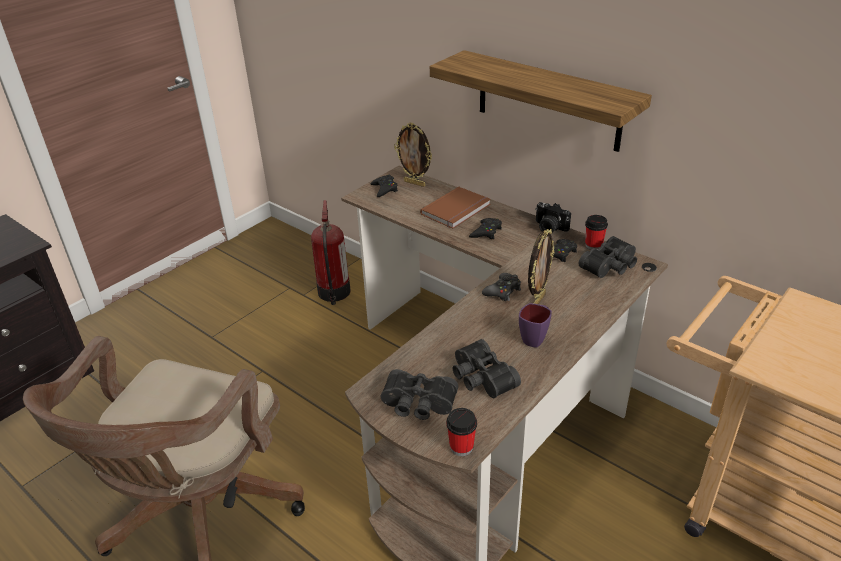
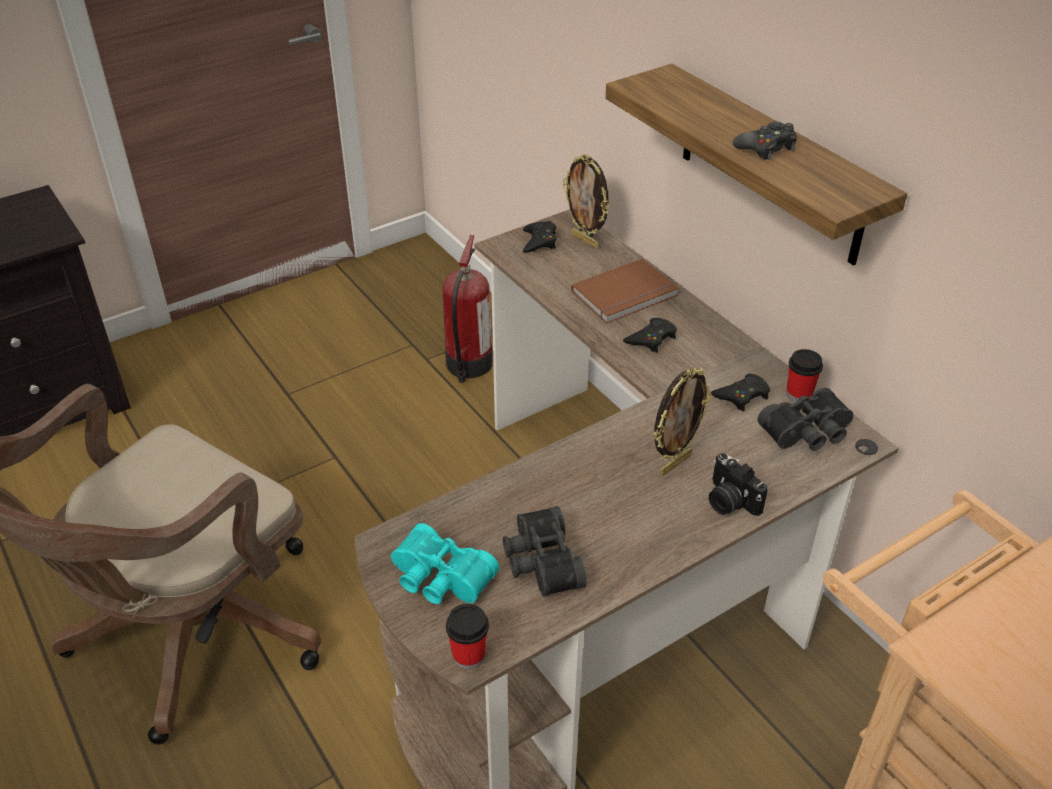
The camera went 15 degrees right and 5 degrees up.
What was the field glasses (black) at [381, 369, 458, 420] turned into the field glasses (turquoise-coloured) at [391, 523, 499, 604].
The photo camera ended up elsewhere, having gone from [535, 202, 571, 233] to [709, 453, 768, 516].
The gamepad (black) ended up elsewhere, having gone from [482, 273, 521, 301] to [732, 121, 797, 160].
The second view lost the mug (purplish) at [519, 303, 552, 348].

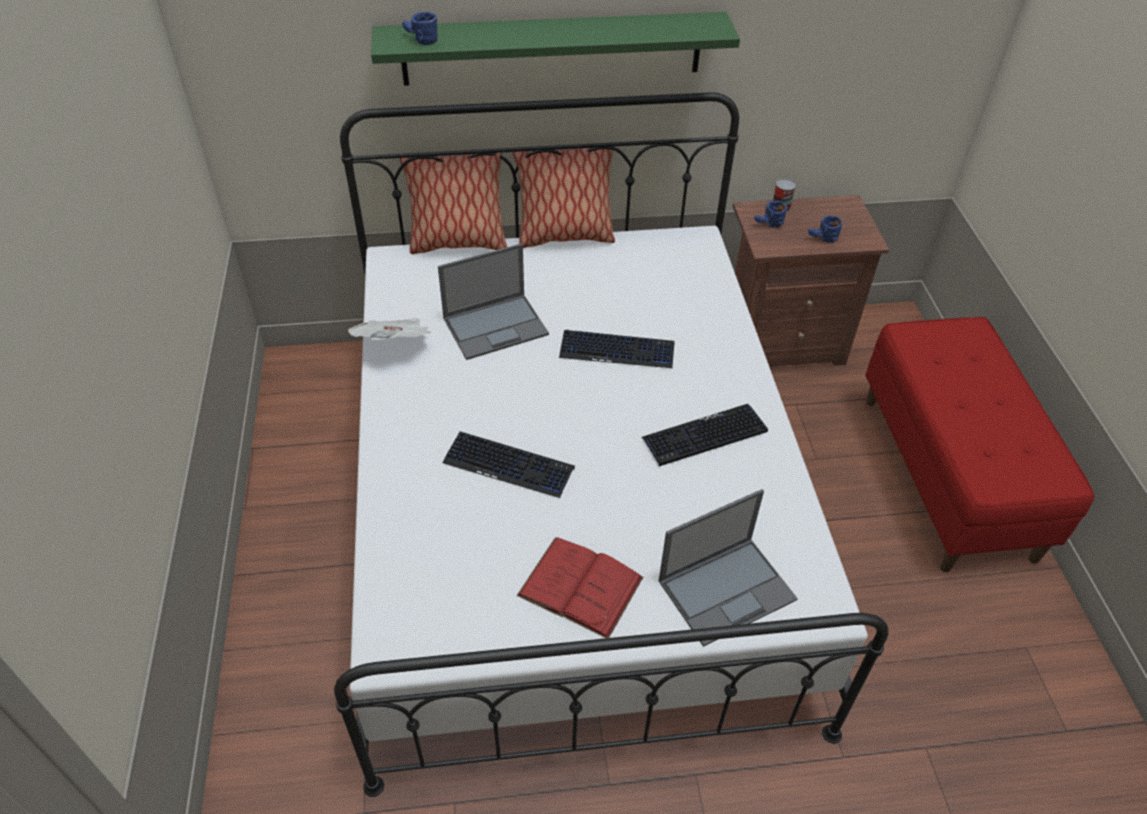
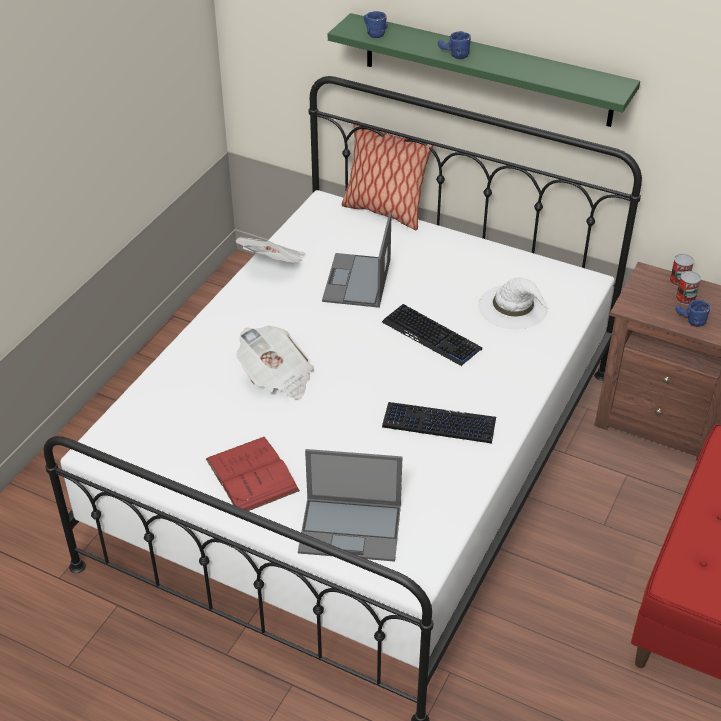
The camera went 35 degrees right and 5 degrees down.
Where the keyboard stood at [443, 431, 575, 498], the daily paper came to stand at [236, 326, 314, 400].
The portable computer at [438, 243, 549, 360] ended up facing another way, 90 degrees clockwise from before.
The mug (bluish) ended up elsewhere, having gone from [754, 201, 787, 227] to [438, 31, 471, 59].
The second view gained the wearable hat (white) at [478, 278, 550, 329].
The second view gained the sealed can at [676, 271, 701, 305].
The second view lost the throw pillow at [512, 142, 615, 248].

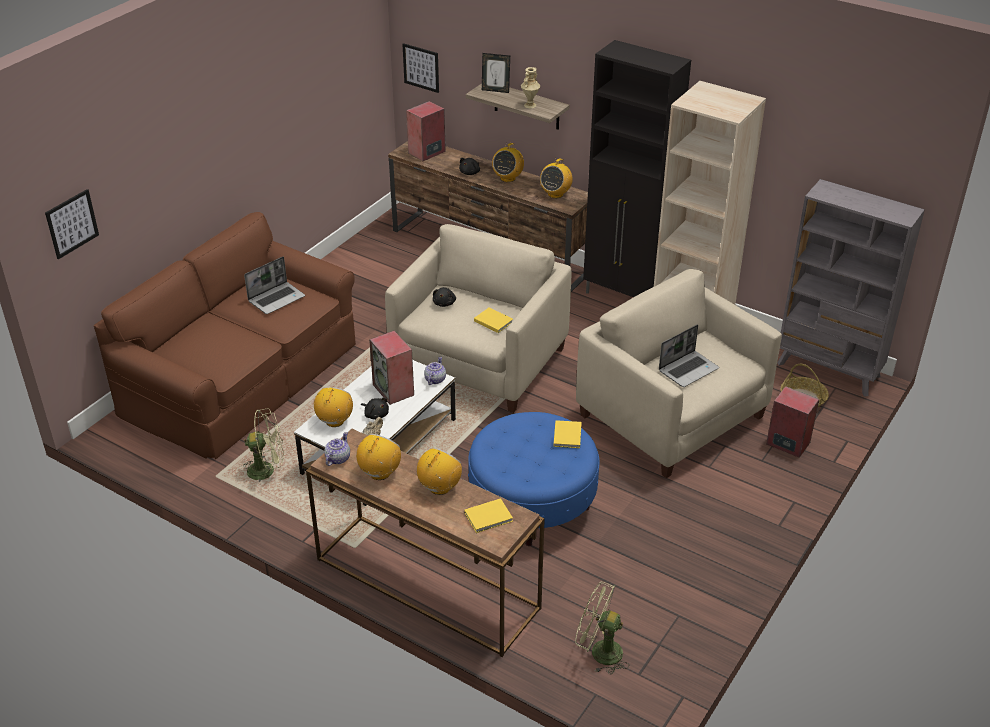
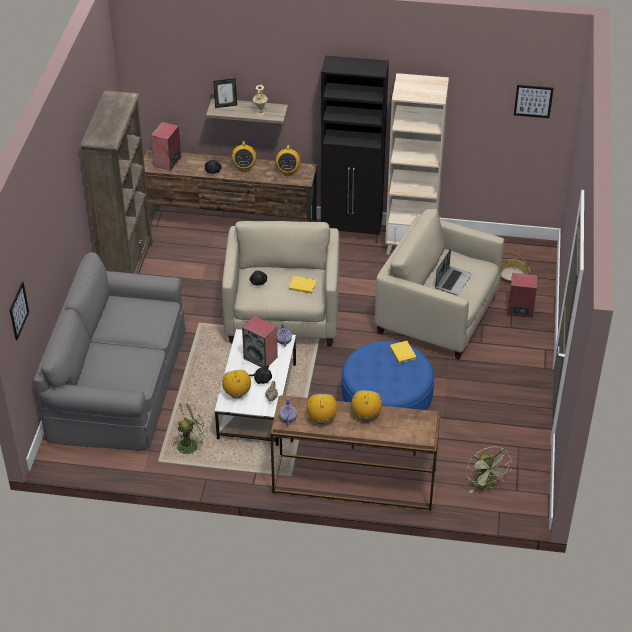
The camera went 25 degrees left and 5 degrees up.
What was the sofa (brown-coloured) at [94, 212, 356, 459] turned into the sofa (gray) at [34, 252, 185, 451].
The second view gained the bookshelf (brown-coloured) at [80, 91, 153, 274].
The electric fan (green-coloured) at [575, 582, 629, 675] ended up facing another way, 105 degrees counterclockwise from before.
The wall picture ended up elsewhere, having gone from [402, 43, 439, 93] to [514, 85, 554, 118].
The second view lost the portable computer at [244, 257, 305, 314].
The second view lost the book (yellow-coloured) at [464, 498, 513, 533].
The second view lost the bookshelf (gray) at [777, 179, 925, 397].

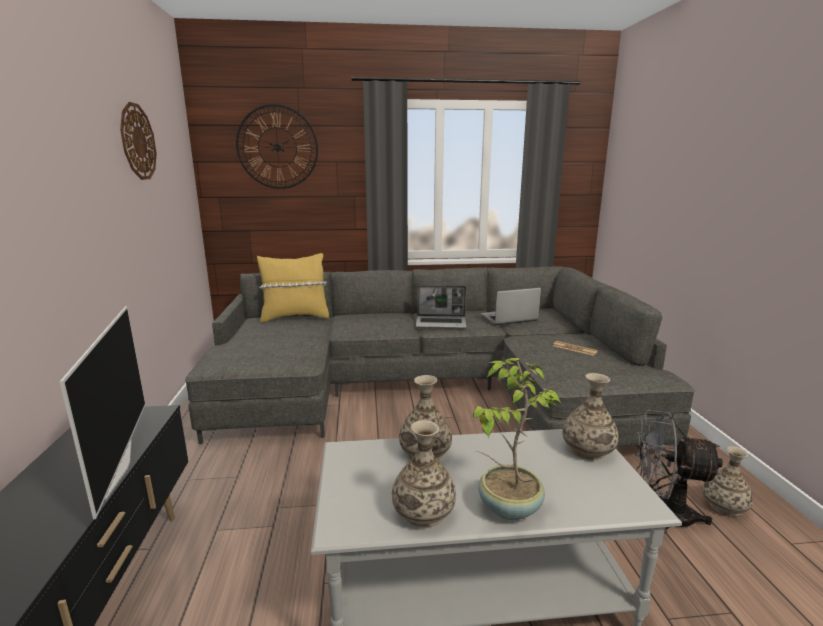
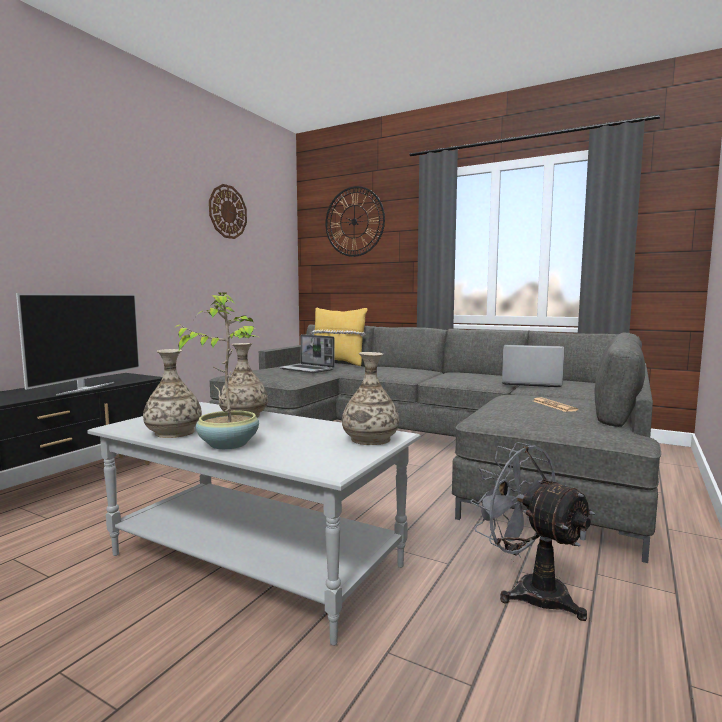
The camera went 35 degrees right and 10 degrees down.
The portable computer ended up elsewhere, having gone from [416, 285, 467, 328] to [279, 334, 335, 373].
The second view lost the flower vase at [703, 446, 753, 517].

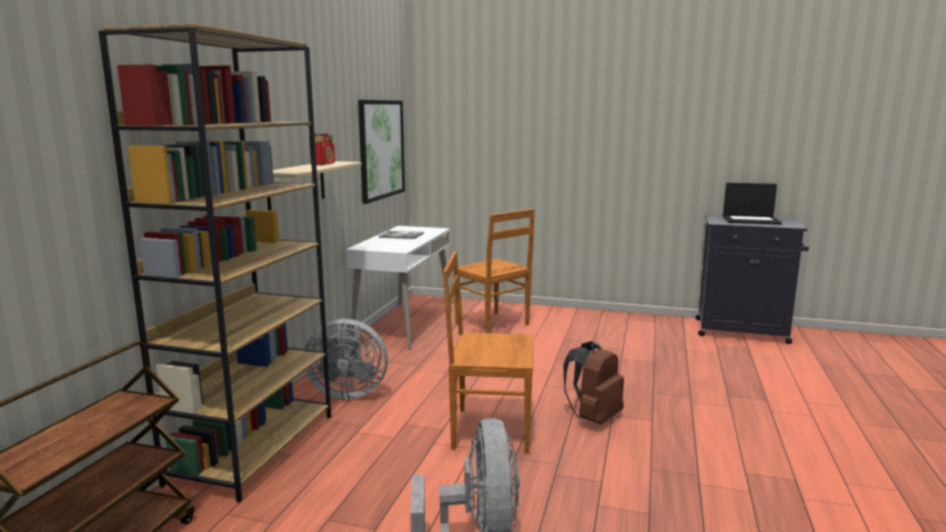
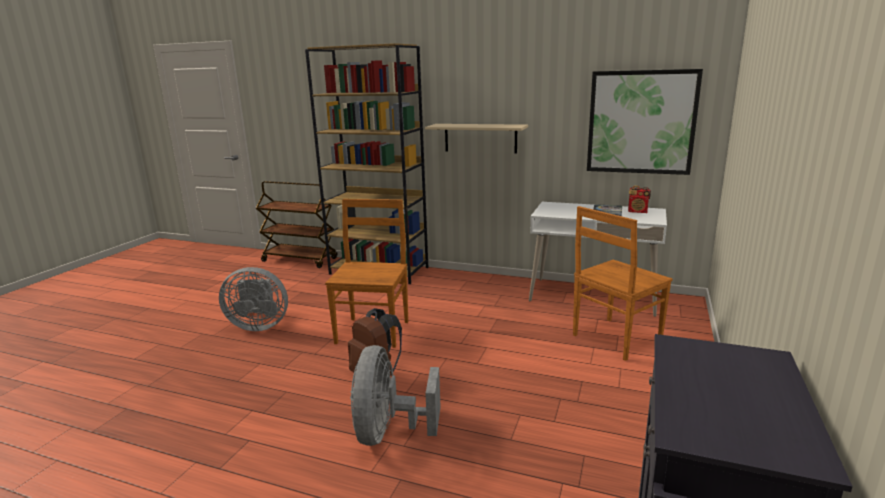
The camera went 95 degrees right and 5 degrees up.
The electric fan (gray) ended up elsewhere, having gone from [305, 319, 388, 399] to [350, 345, 441, 446].
The radio ended up elsewhere, having gone from [309, 132, 335, 165] to [628, 186, 651, 213].
The second view lost the portable computer at [723, 183, 782, 225].

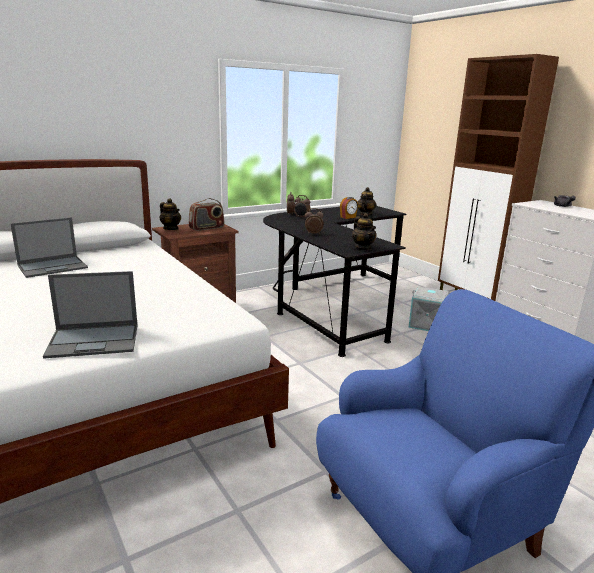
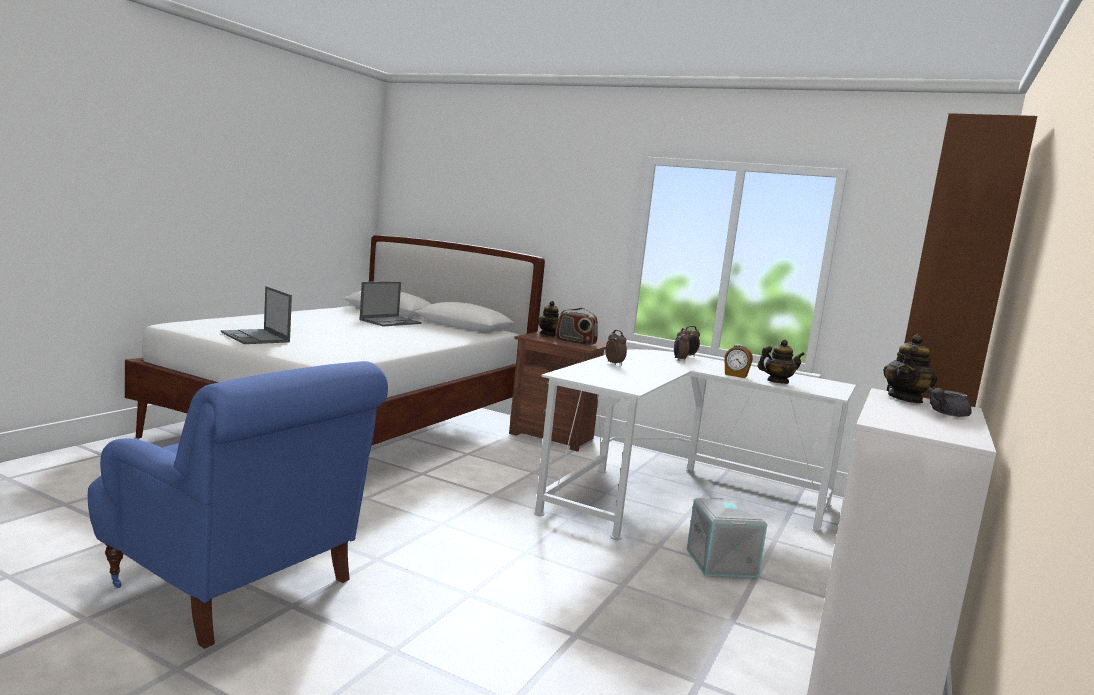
The camera went 60 degrees right and 10 degrees down.
The portable computer at [10, 217, 88, 278] ended up facing another way, 75 degrees counterclockwise from before.
What was the desk (black) at [263, 206, 407, 357] turned into the desk (white) at [534, 349, 856, 540].
The teapot ended up elsewhere, having gone from [352, 213, 377, 250] to [883, 334, 937, 403].

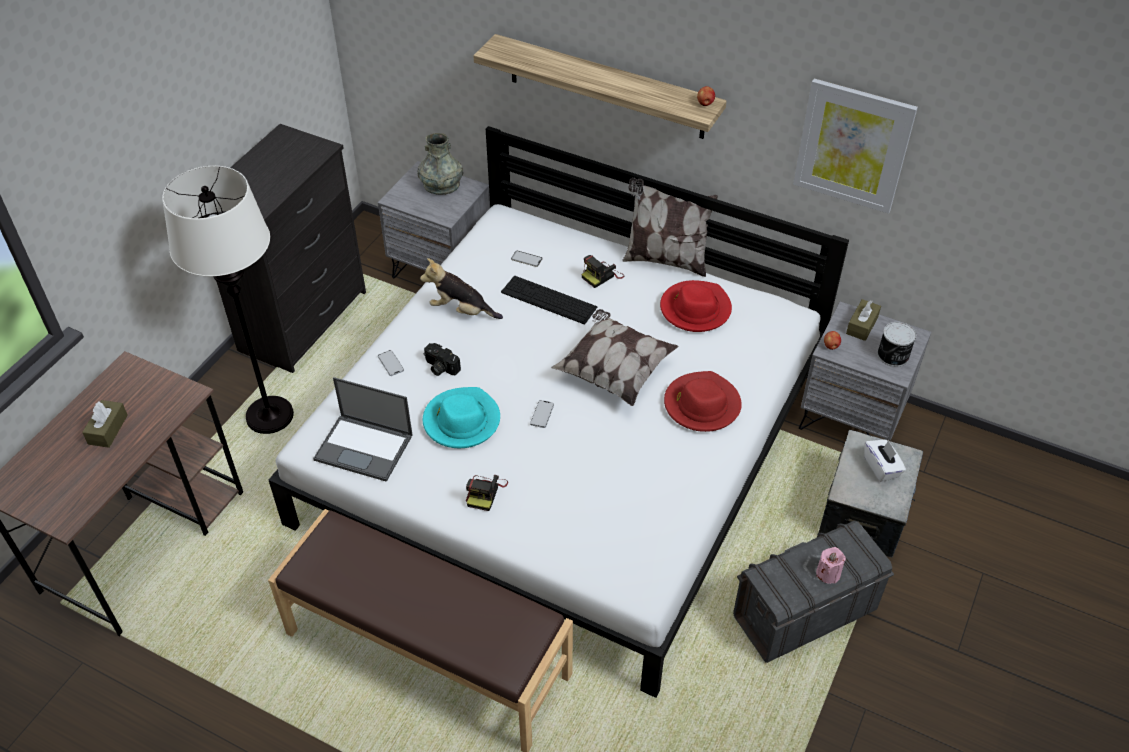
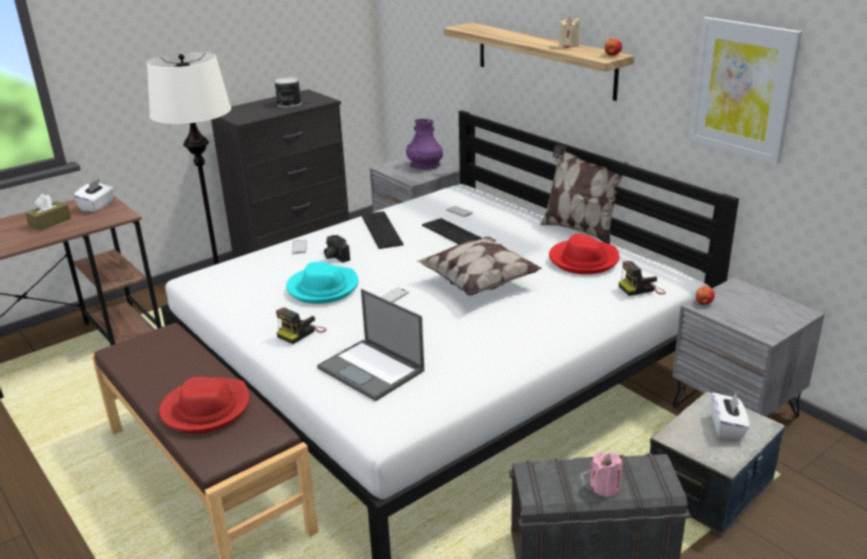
The camera went 25 degrees right and 20 degrees down.
The second view gained the tissue box (white) at [73, 178, 114, 212].
The wearable hat (red-coloured) ended up elsewhere, having gone from [664, 371, 742, 432] to [159, 376, 250, 434].
The sealed can ended up elsewhere, having gone from [877, 322, 916, 367] to [274, 77, 301, 108].
The portable computer ended up elsewhere, having gone from [313, 377, 413, 482] to [317, 289, 424, 401].
Where the plush toy stood at [420, 258, 503, 319], the keyboard came to stand at [361, 211, 404, 249].
What was the flower vase (gray) at [417, 133, 463, 195] turned into the flower vase (purplish) at [406, 119, 443, 169].
The second view gained the wax light (beige) at [559, 16, 579, 48].
The photo camera ended up elsewhere, having gone from [581, 255, 624, 288] to [619, 261, 666, 296].
The second view lost the tissue box (brown-coloured) at [846, 299, 881, 341].

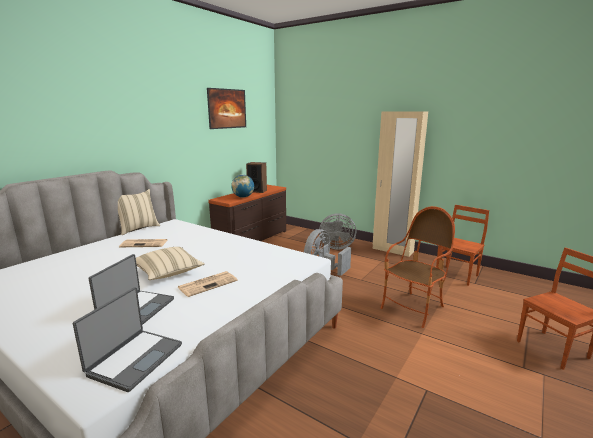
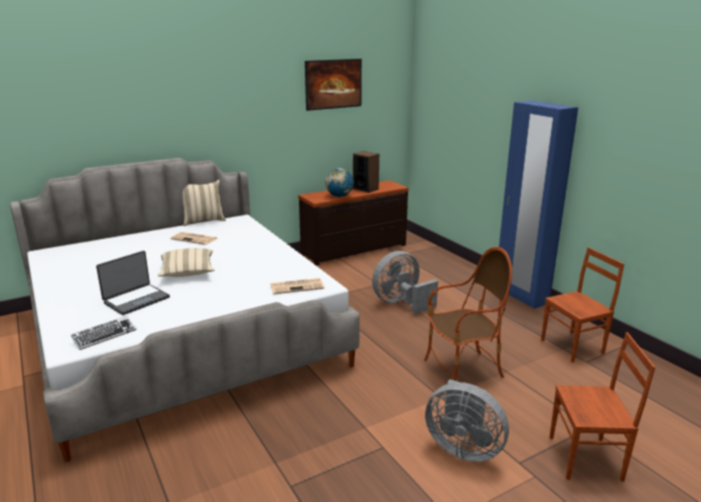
The camera went 25 degrees right and 5 degrees up.
Where the portable computer stood at [73, 287, 182, 392], the keyboard came to stand at [71, 316, 136, 350].
The daily paper ended up elsewhere, having gone from [178, 271, 238, 297] to [270, 278, 324, 294].
The electric fan (gray) ended up elsewhere, having gone from [319, 213, 356, 250] to [425, 379, 509, 462].
What was the wardrobe (beige) at [373, 111, 428, 257] turned into the wardrobe (bluish) at [499, 100, 578, 309].

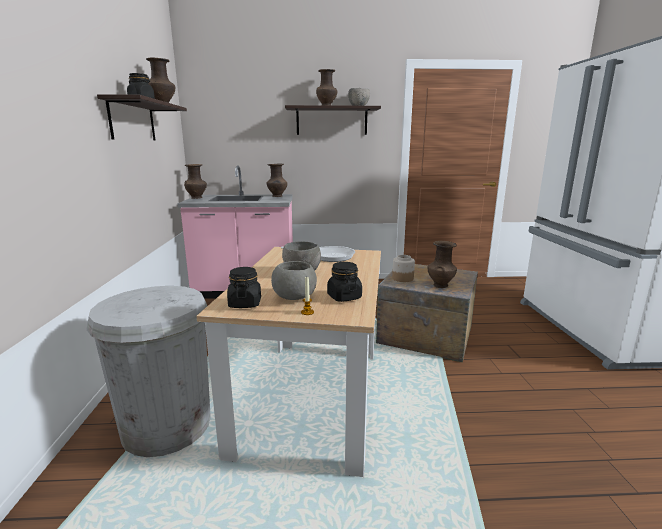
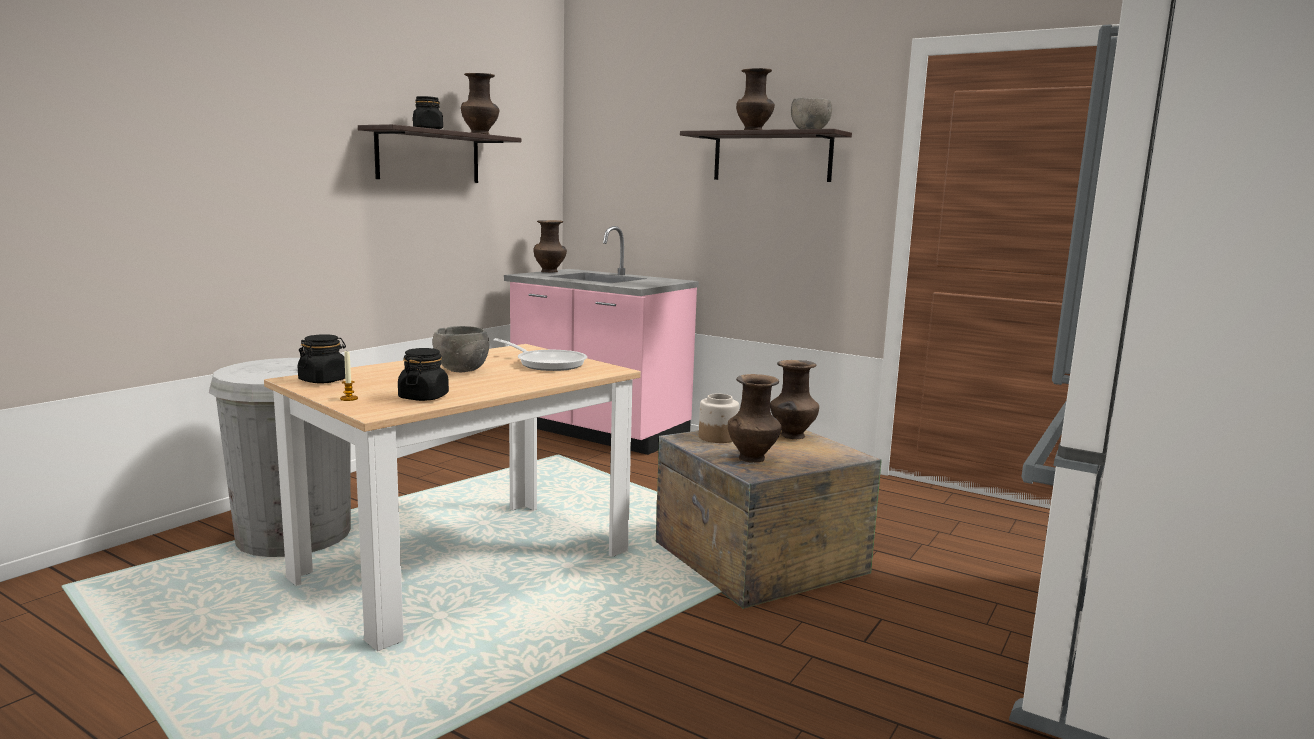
The camera went 35 degrees right and 5 degrees down.
The flower vase (brown-coloured) ended up elsewhere, having gone from [267, 164, 287, 197] to [770, 360, 819, 439].
The second view lost the serving bowl (gray) at [271, 261, 317, 300].

